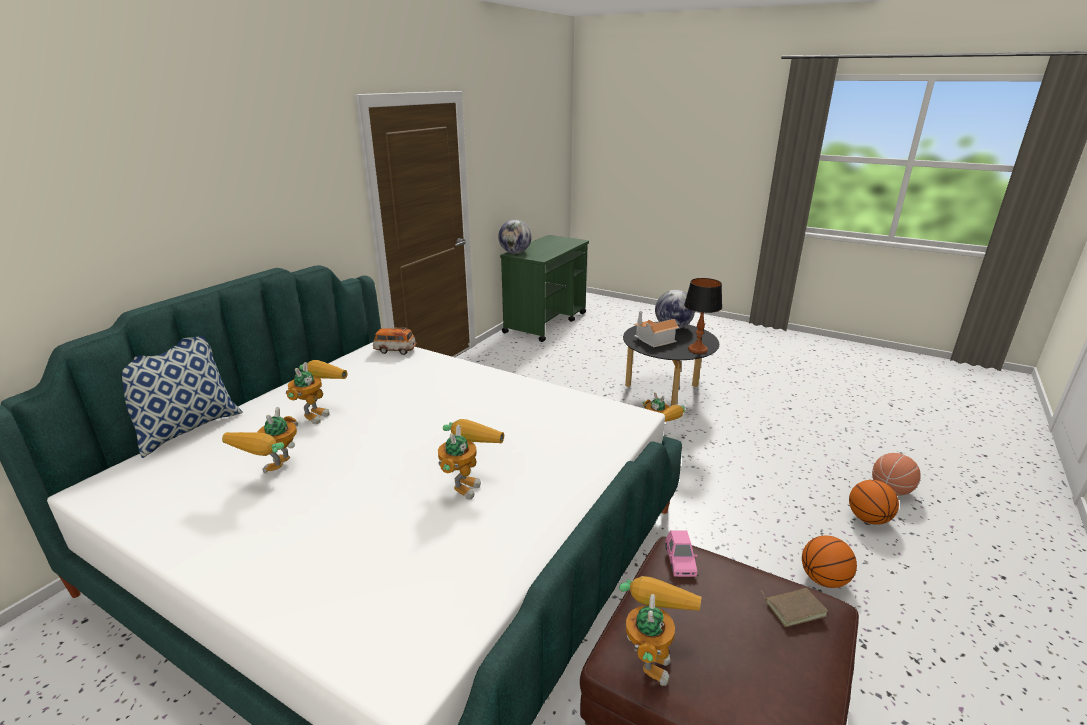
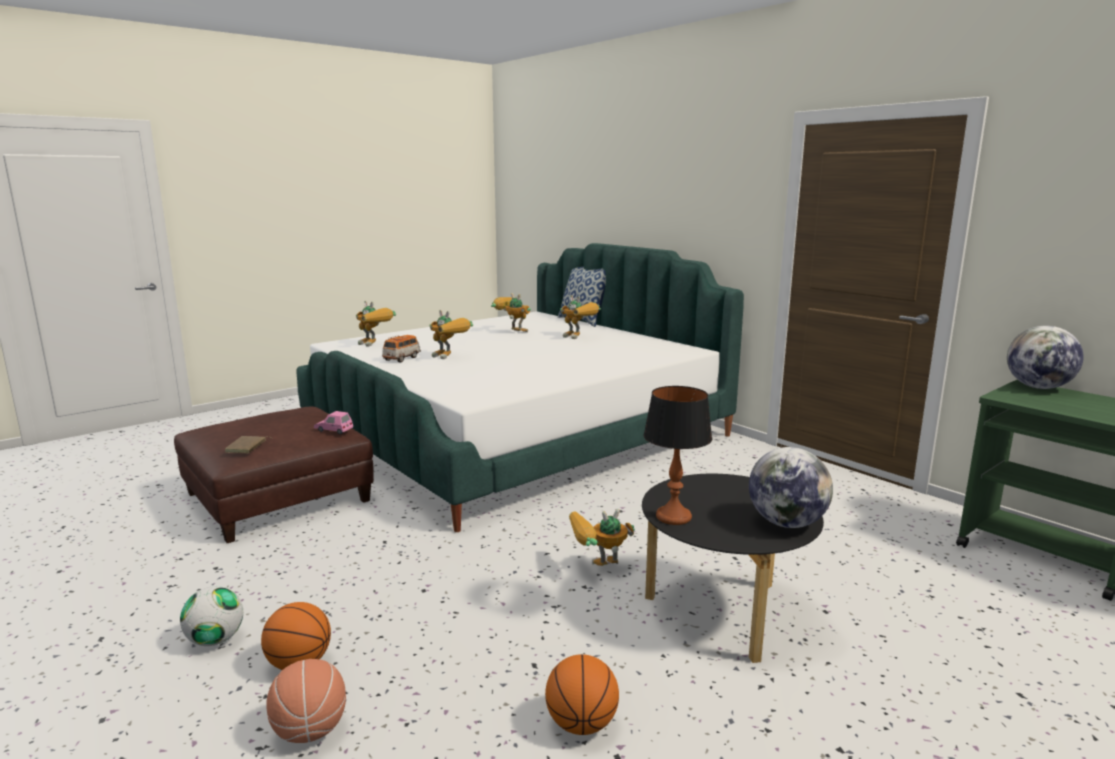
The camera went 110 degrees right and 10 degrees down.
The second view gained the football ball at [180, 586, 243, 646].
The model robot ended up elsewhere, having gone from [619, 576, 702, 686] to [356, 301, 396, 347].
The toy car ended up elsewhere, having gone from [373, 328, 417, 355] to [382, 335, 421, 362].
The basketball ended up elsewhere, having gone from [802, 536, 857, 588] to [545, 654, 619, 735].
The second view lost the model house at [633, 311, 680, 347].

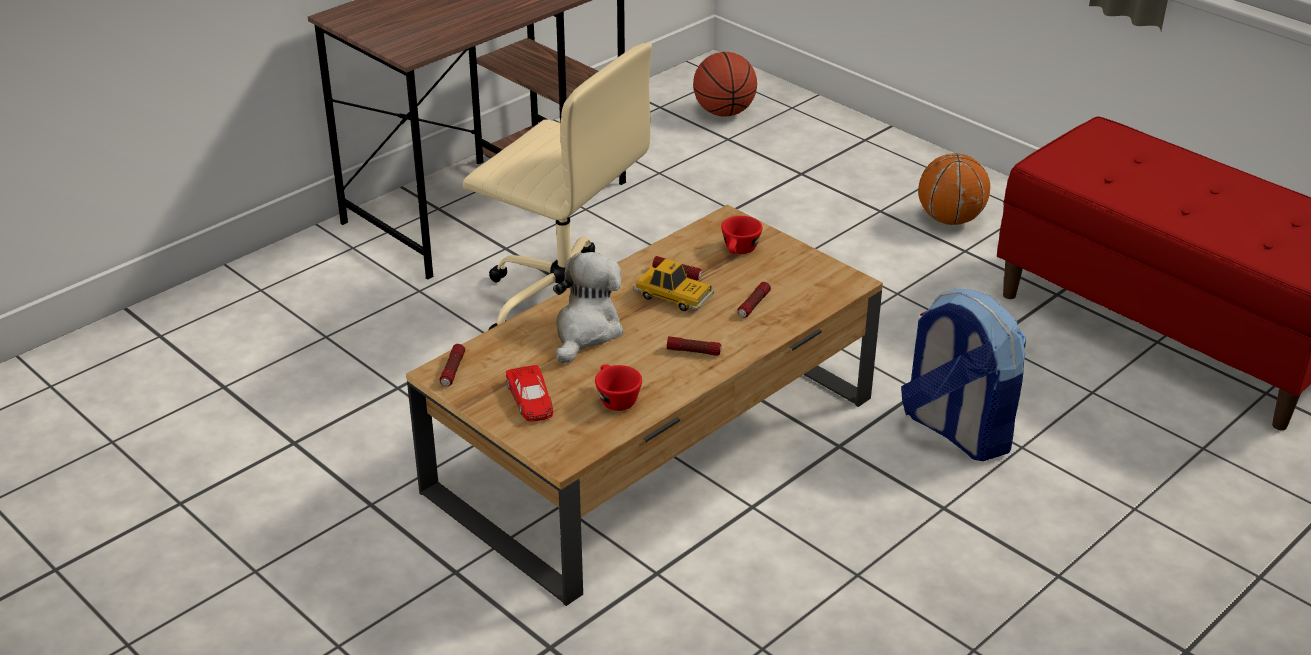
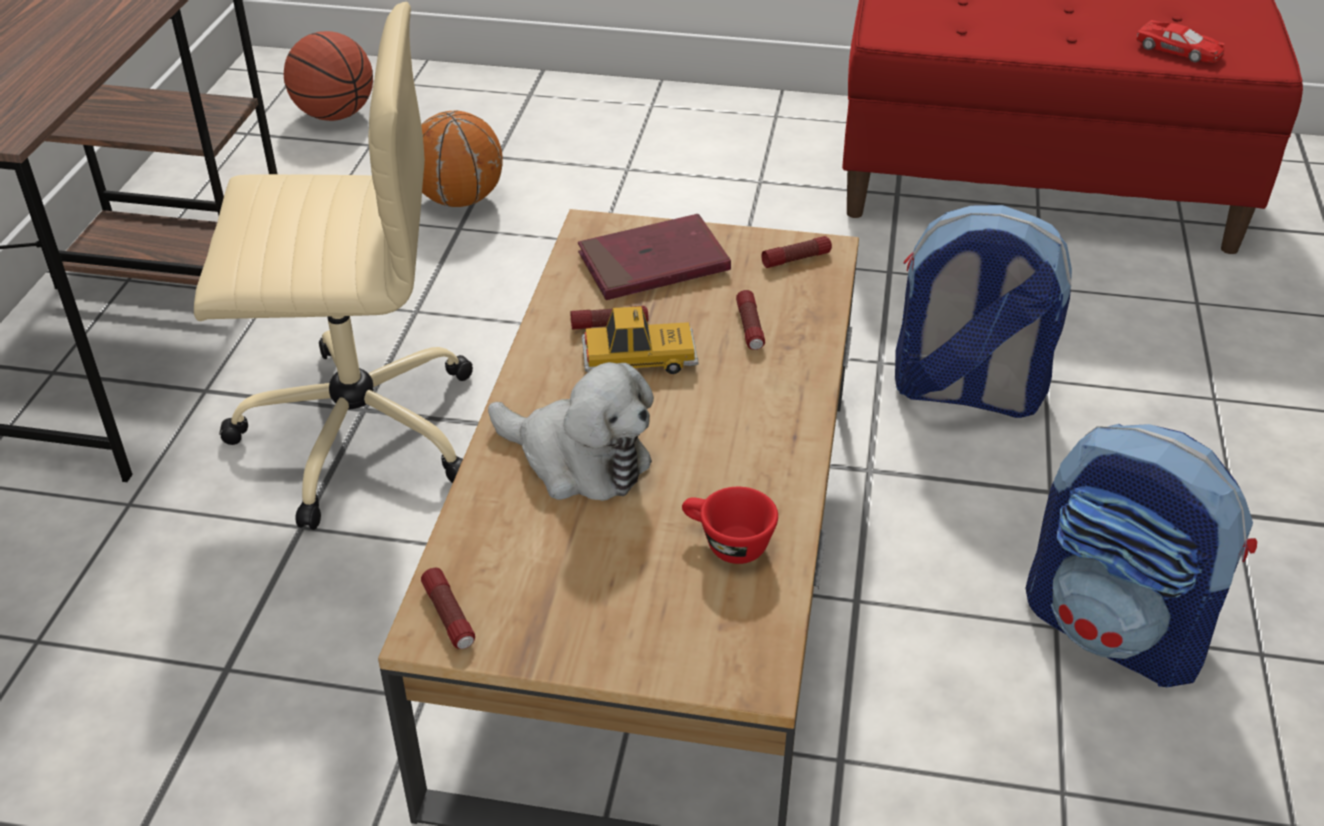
The camera went 35 degrees left and 5 degrees up.
The basketball ended up elsewhere, having gone from [918, 153, 990, 225] to [421, 111, 503, 207].
The plush toy at [553, 252, 623, 364] ended up facing another way, 135 degrees clockwise from before.
Where the drinking cup (red-coloured) stood at [721, 216, 762, 254], the book (red-coloured) came to stand at [578, 214, 731, 300].
The hand torch ended up elsewhere, having gone from [667, 336, 722, 356] to [761, 236, 832, 268].
The second view gained the knapsack at [1026, 424, 1257, 687].
The toy car (red-coloured) ended up elsewhere, having gone from [506, 365, 553, 422] to [1136, 20, 1225, 63].

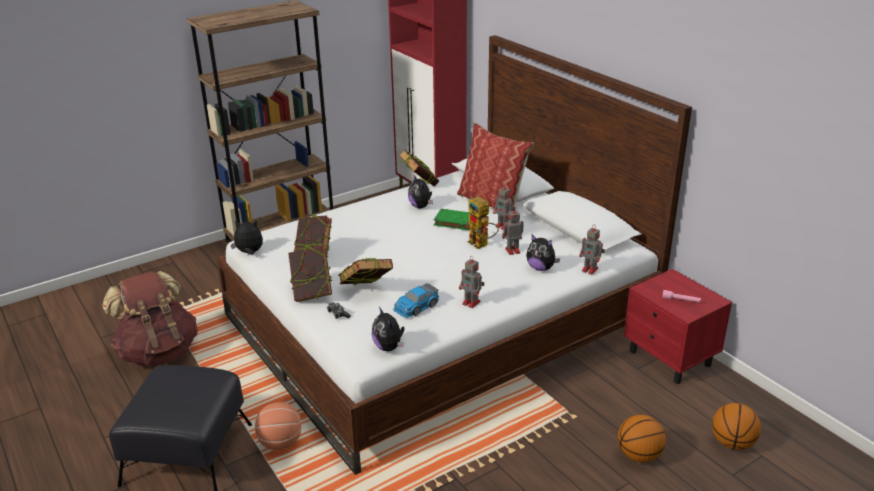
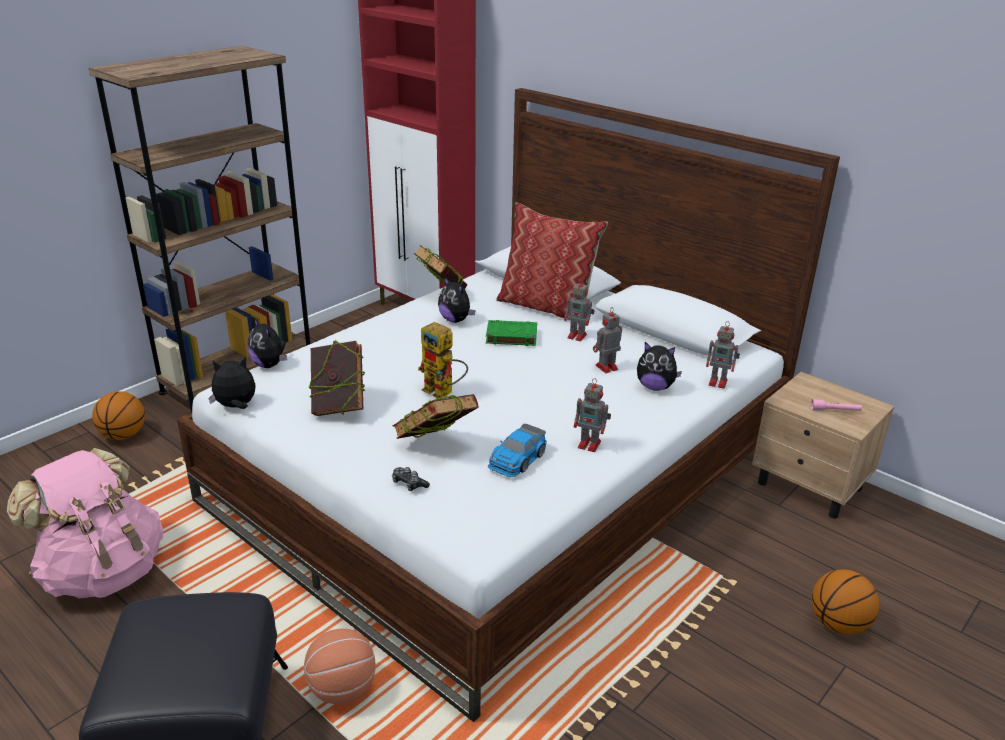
The camera went 15 degrees left and 0 degrees up.
What was the knapsack (brown-coloured) at [102, 271, 198, 367] turned into the knapsack (pink) at [7, 448, 163, 598].
The basketball ended up elsewhere, having gone from [712, 403, 761, 450] to [92, 391, 145, 440].
The plush toy ended up elsewhere, having gone from [372, 307, 404, 351] to [248, 318, 287, 368].
The model robot ended up elsewhere, having gone from [466, 196, 499, 249] to [418, 322, 468, 398].
What was the nightstand (red-coloured) at [624, 269, 732, 384] turned into the nightstand (beige) at [752, 372, 895, 519].
The second view lost the book at [288, 245, 332, 302].

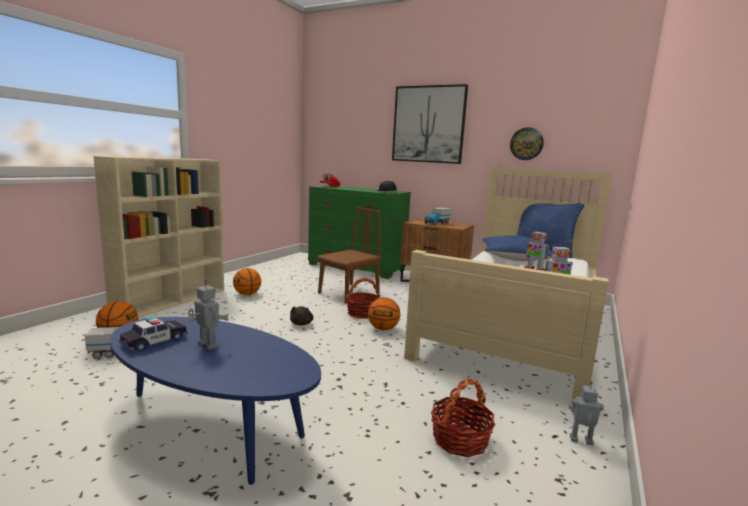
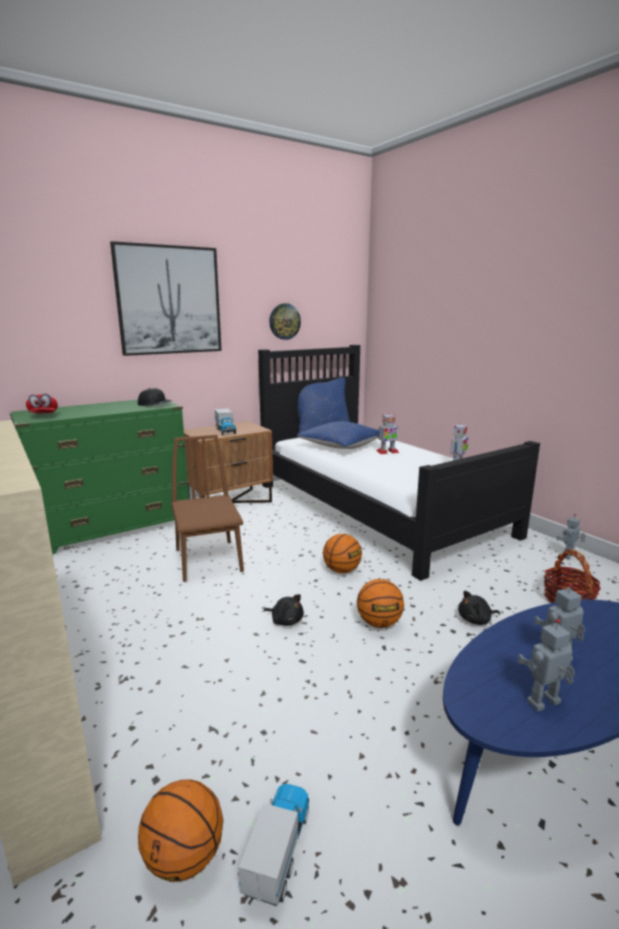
The camera went 60 degrees left and 5 degrees up.
What was the sleeping bed (beige) at [404, 166, 612, 399] turned into the sleeping bed (black) at [258, 345, 540, 581].
The basketball ended up elsewhere, having gone from [233, 268, 261, 295] to [357, 579, 404, 628].
The second view gained the plush toy (black) at [458, 591, 500, 625].
Where the toy car stood at [119, 317, 188, 352], the model robot came to stand at [517, 619, 575, 711].
The second view lost the storage basket at [346, 278, 380, 319].

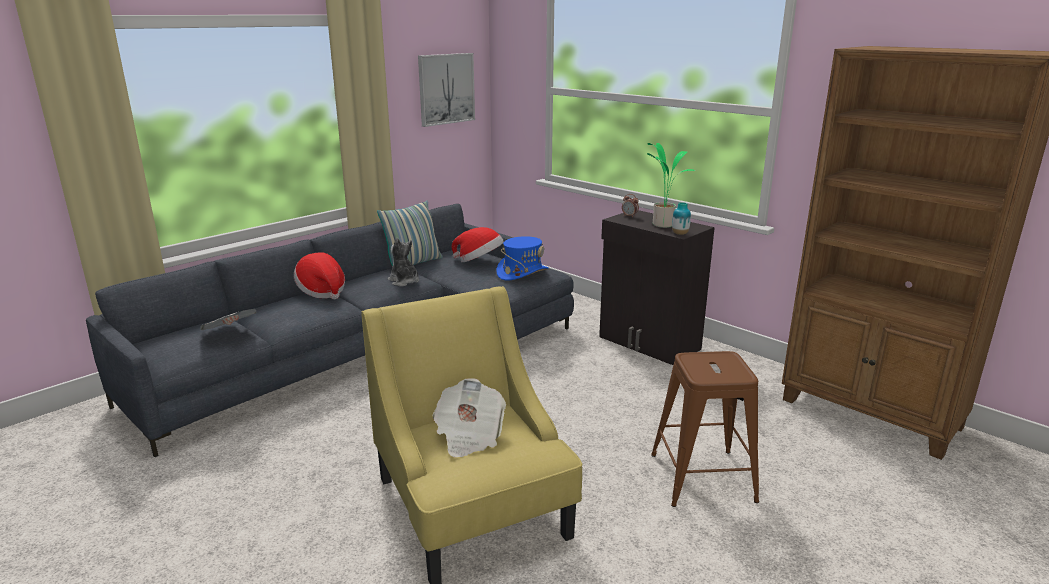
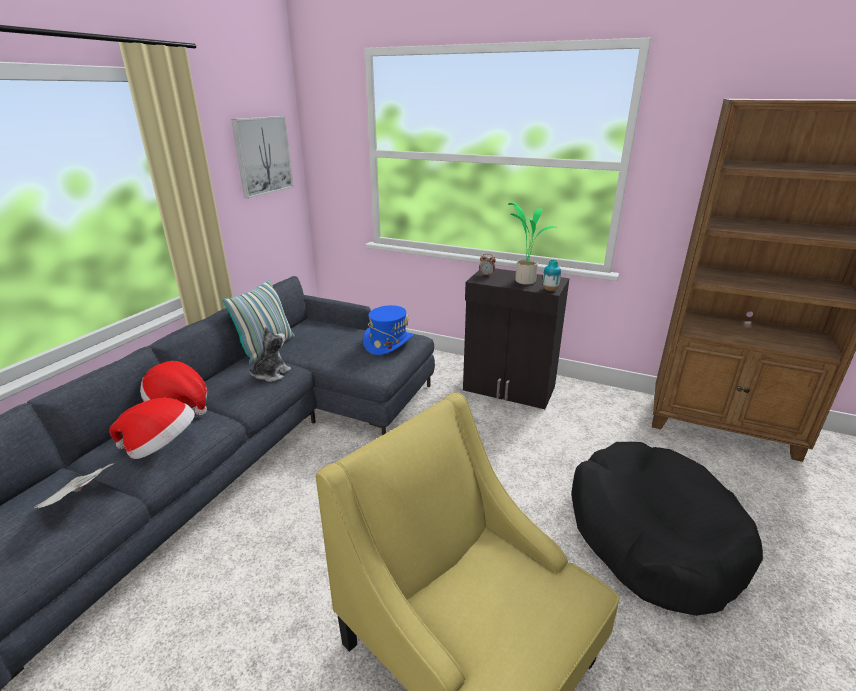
The camera went 20 degrees left and 5 degrees up.
The wearable hat ended up elsewhere, having gone from [451, 227, 504, 262] to [109, 398, 195, 459].
The plush toy at [388, 238, 419, 286] ended up facing another way, 90 degrees clockwise from before.
Where the stool seat (brown-coloured) stood at [651, 351, 759, 507], the dog bed (black) came to stand at [571, 442, 763, 616].
The second view lost the daily paper at [433, 378, 506, 457].

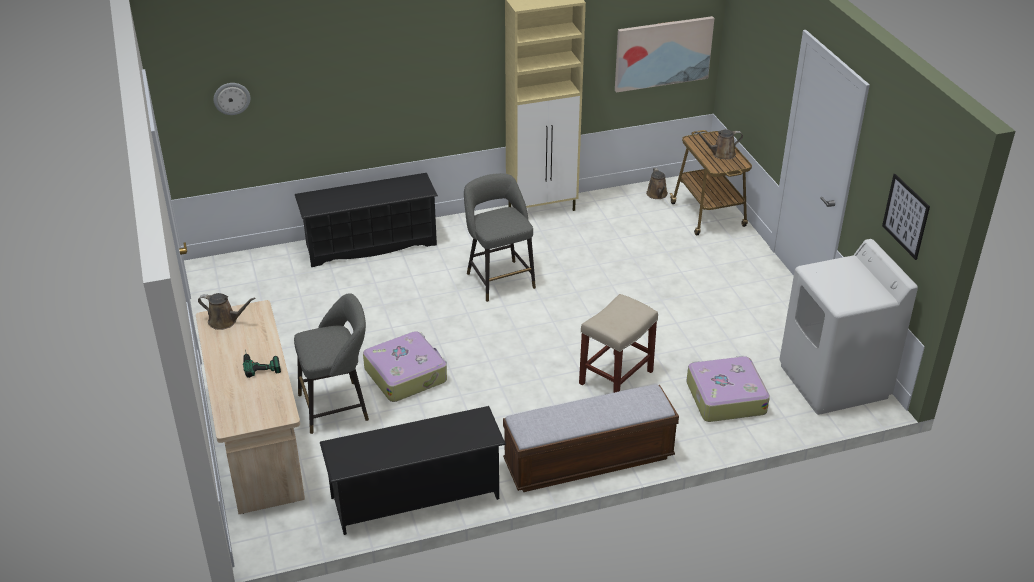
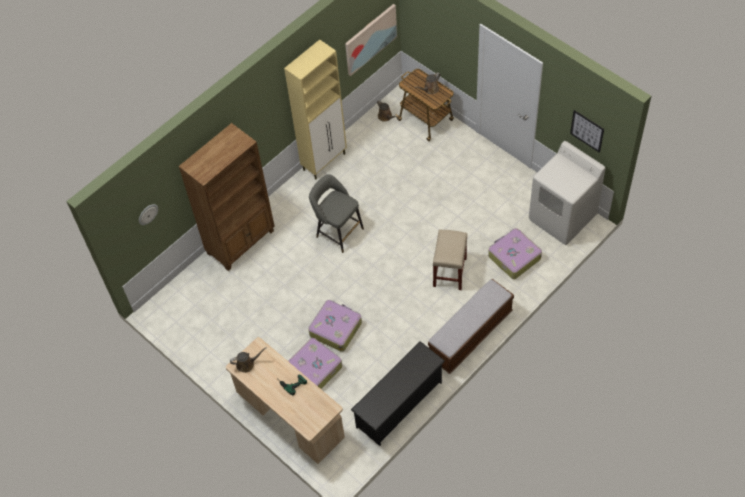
The camera went 25 degrees left and 20 degrees up.
Where the shoe stand (black) stood at [295, 173, 438, 267], the bookshelf (brown-coloured) came to stand at [179, 123, 275, 271].
Where the stool seat (gray) stood at [294, 293, 369, 434], the travel case came to stand at [288, 338, 342, 389].

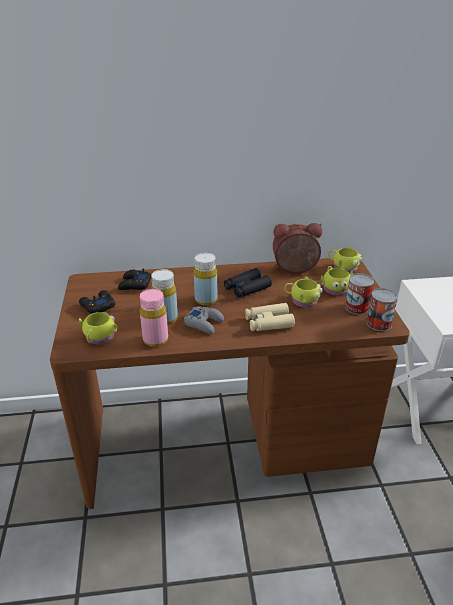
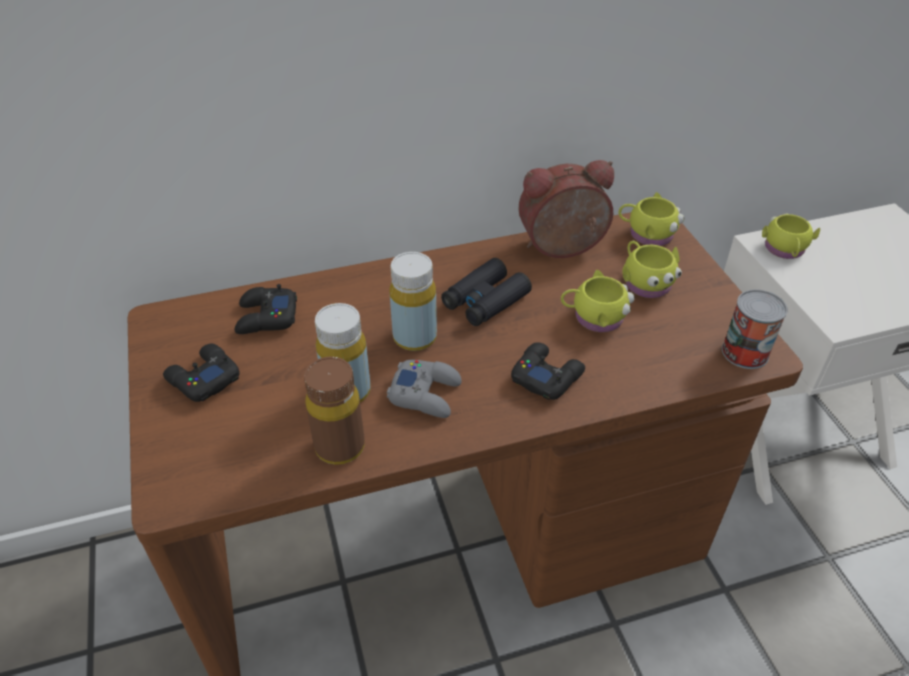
The camera went 10 degrees left and 10 degrees up.
What was the beverage bottle (pink) at [140, 289, 168, 347] turned into the beverage bottle (brown-coloured) at [304, 357, 365, 465].
Where the field glasses (beige) stood at [245, 303, 295, 331], the gamepad (black) came to stand at [511, 342, 585, 400].
The mug (yellow-coloured) ended up elsewhere, having gone from [79, 312, 117, 344] to [762, 214, 820, 259].
The second view lost the sealed can at [345, 273, 374, 315].

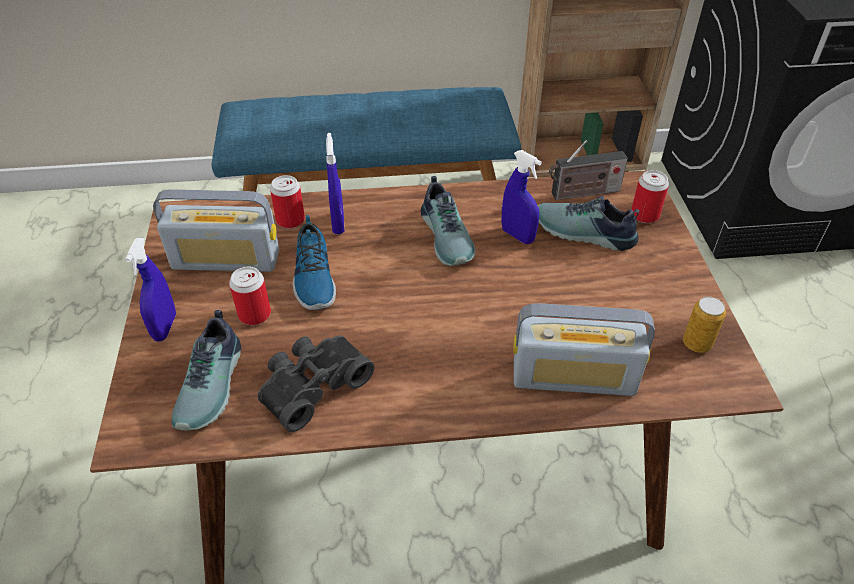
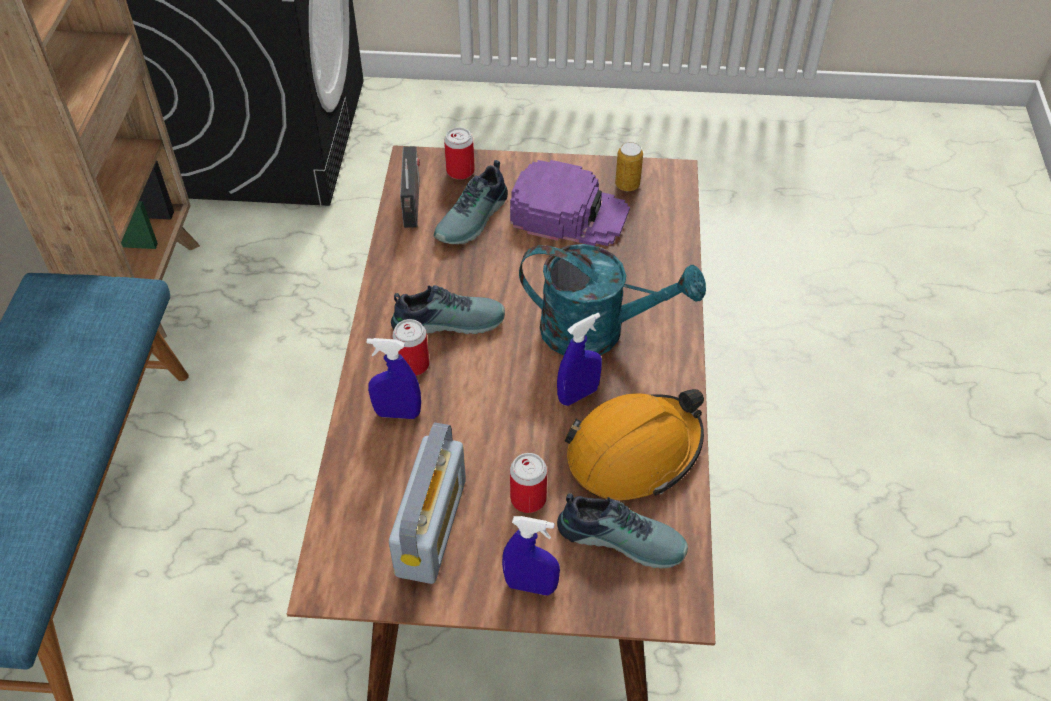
The camera went 80 degrees left and 5 degrees up.
The sealed can ended up elsewhere, having gone from [270, 175, 305, 229] to [392, 319, 429, 376].
The second view gained the cap (purplish) at [510, 160, 630, 246].
The second view gained the watering can (turquoise-coloured) at [519, 244, 706, 356].
The hand sprayer (bluish) ended up elsewhere, having gone from [501, 150, 542, 244] to [557, 313, 602, 406].
Where the field glasses (black) stood at [258, 336, 375, 432], the hard hat (orange-coloured) came to stand at [564, 389, 704, 500].
The second view lost the shoe at [293, 215, 336, 310].
The second view lost the radio at [513, 303, 655, 396].

